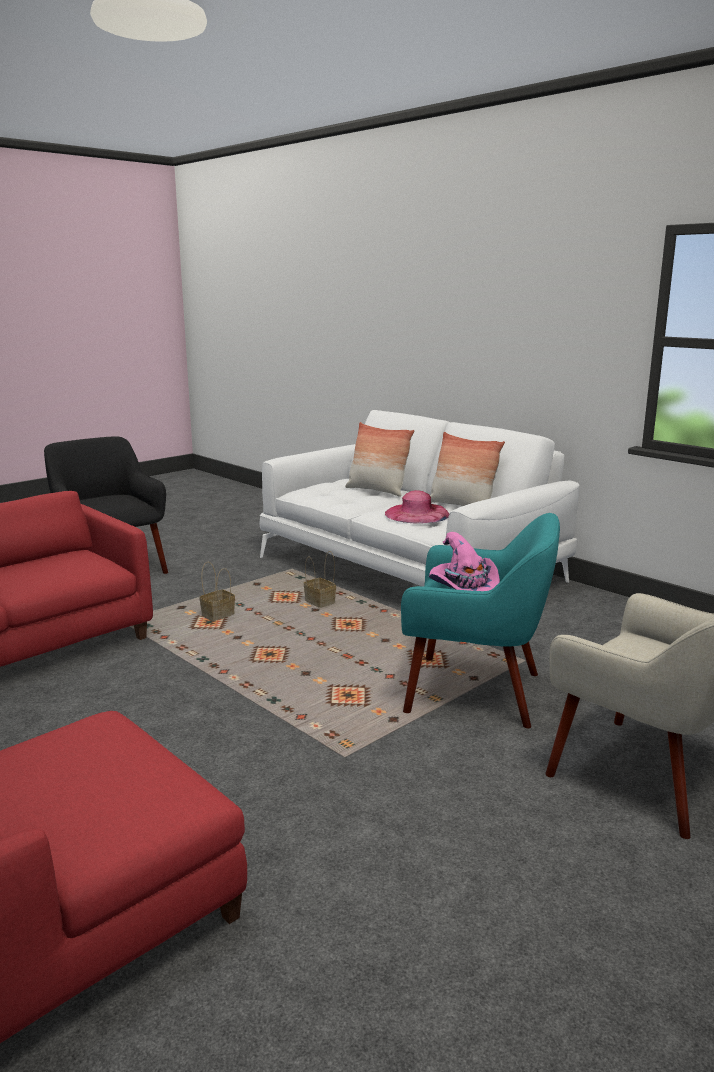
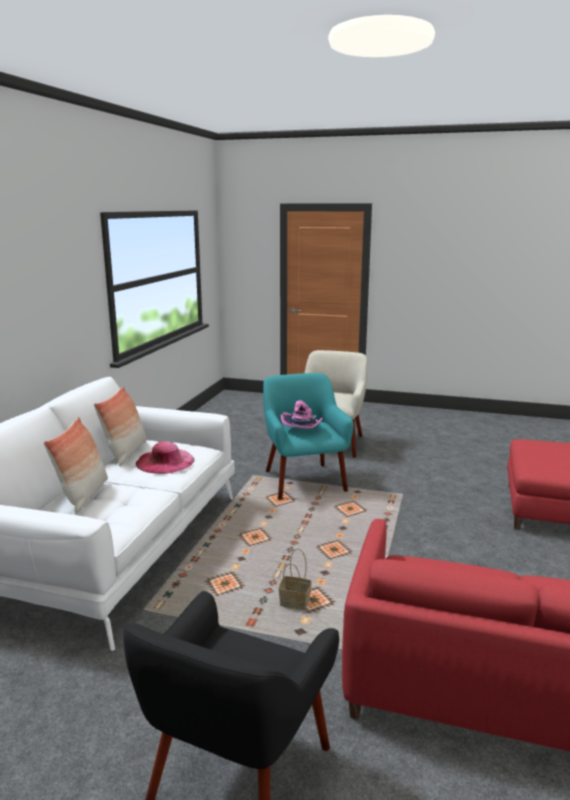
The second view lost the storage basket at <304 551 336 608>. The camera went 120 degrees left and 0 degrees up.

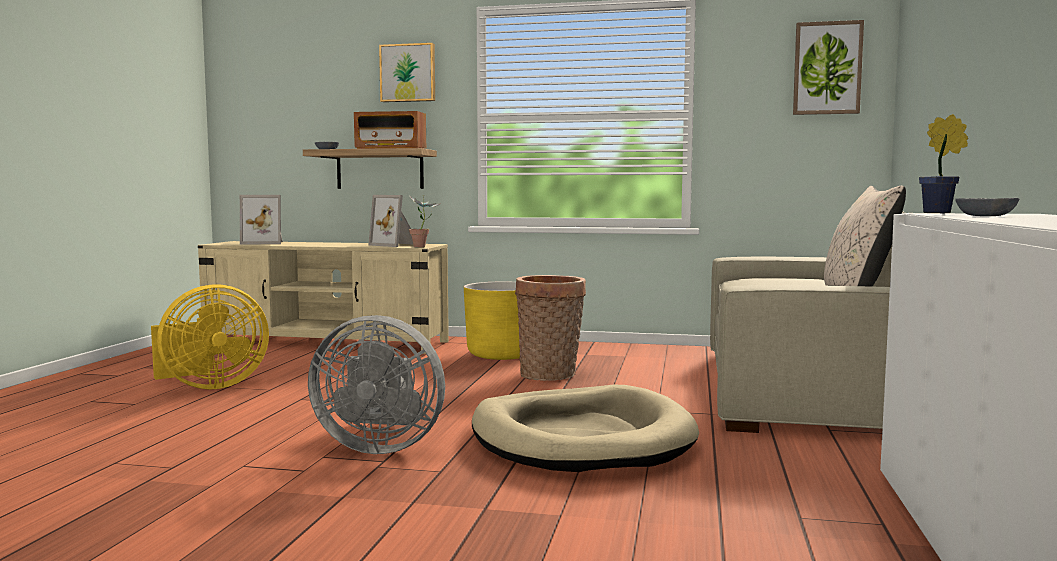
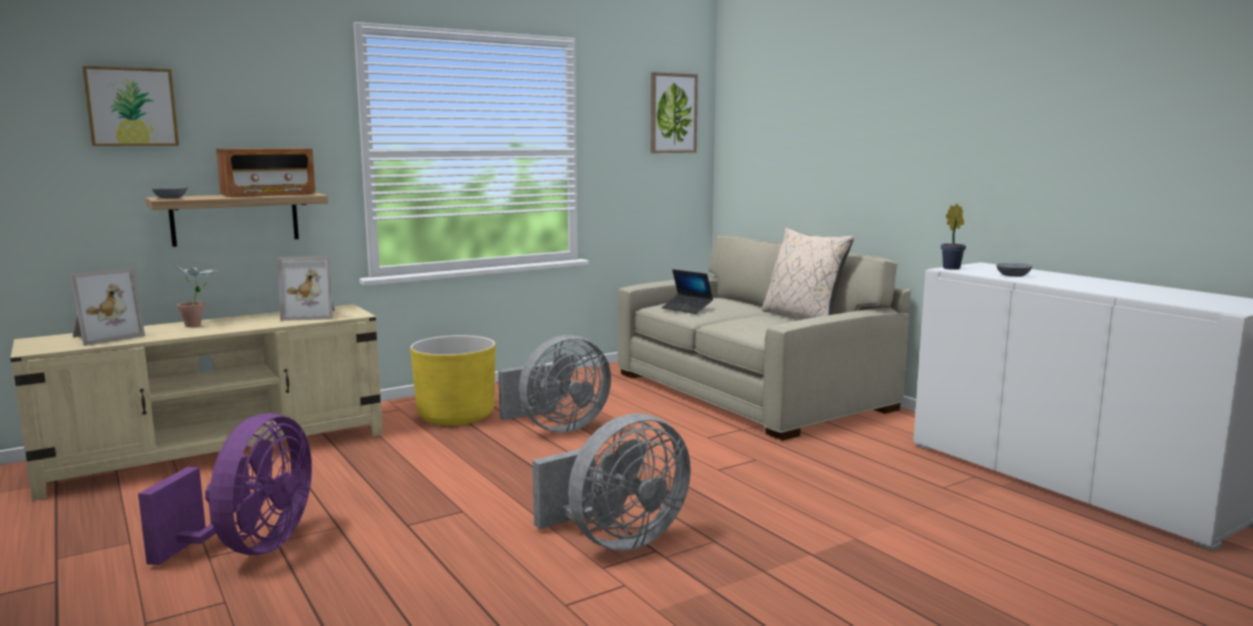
The wall picture ended up elsewhere, having gone from <379 43 435 102> to <82 66 179 146>. What was the cooling fan (yellow) at <151 284 269 390> turned into the cooling fan (purplish) at <138 413 312 565>. The plant in a pot ended up elsewhere, having gone from <409 195 441 247> to <174 261 217 327>. Where the storage basket stood at <515 275 586 381>, the cooling fan (grey) came to stand at <498 335 611 433>. The second view gained the laptop at <662 269 713 314>. The second view lost the dog bed (sand-coloured) at <472 385 699 472>. The camera went 45 degrees left and 5 degrees up.

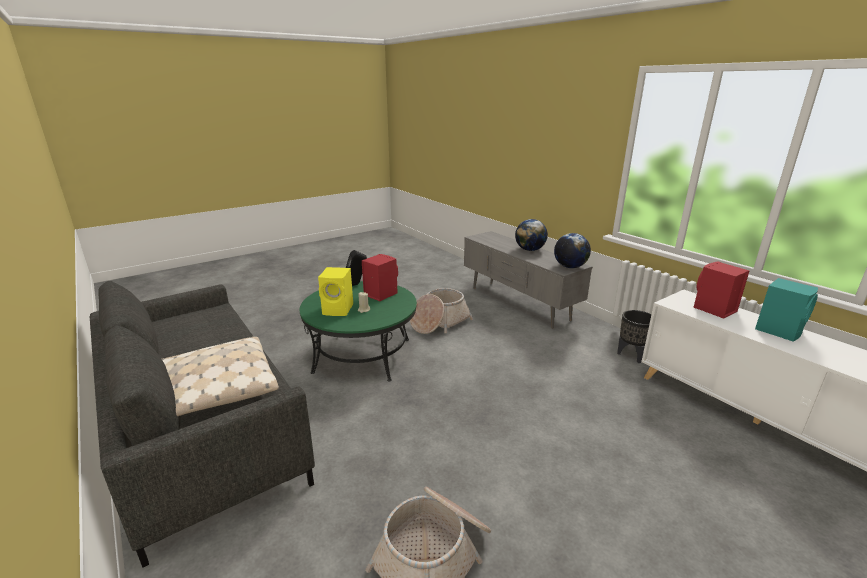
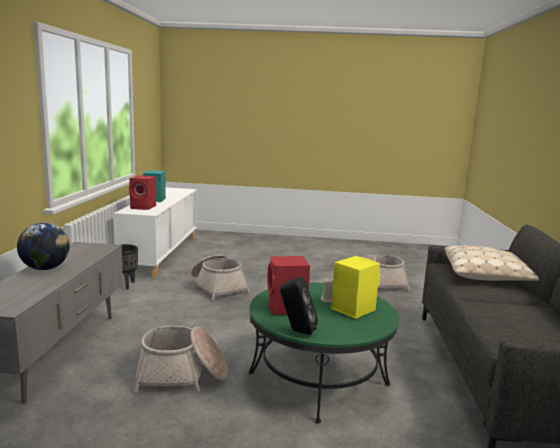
The second view gained the storage basket at <191 255 250 301>. The second view lost the globe at <554 233 591 268>. The camera went 140 degrees left and 10 degrees down.

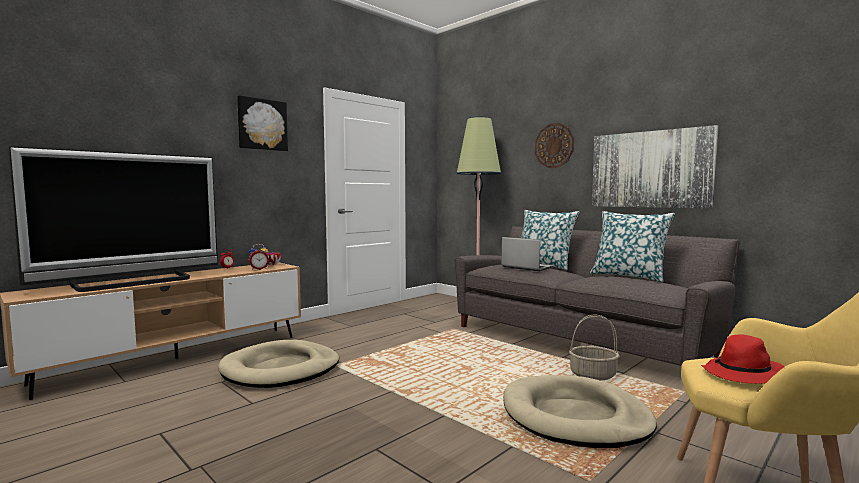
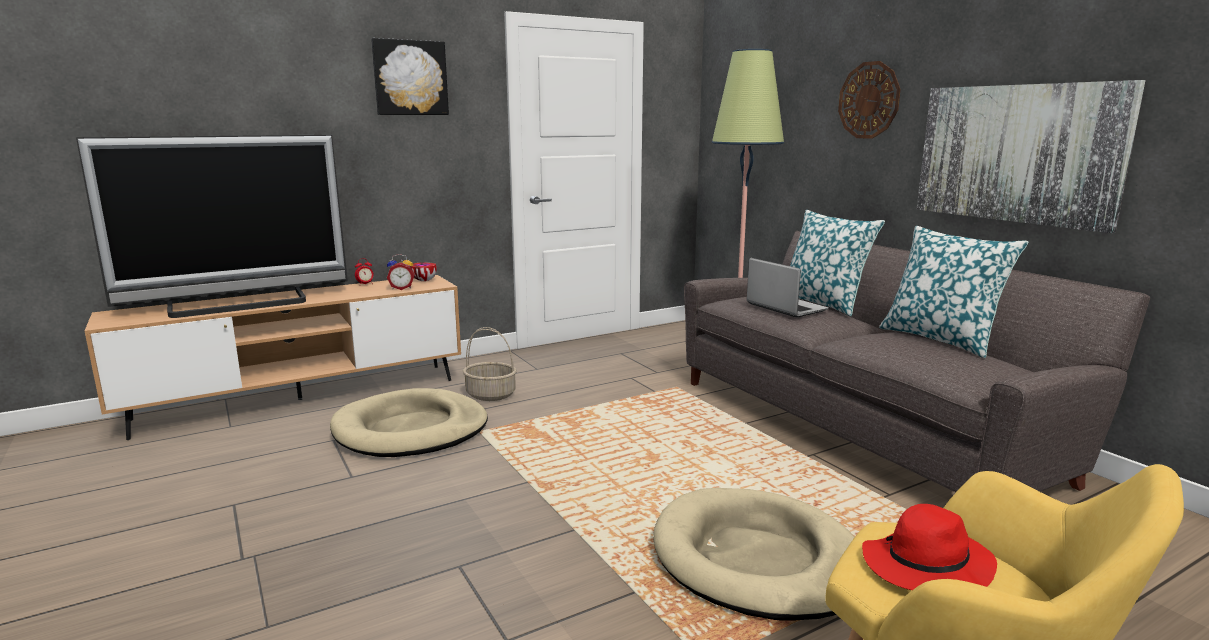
The storage basket ended up elsewhere, having gone from <569 315 619 380> to <463 327 517 401>. The camera went 15 degrees right and 10 degrees up.

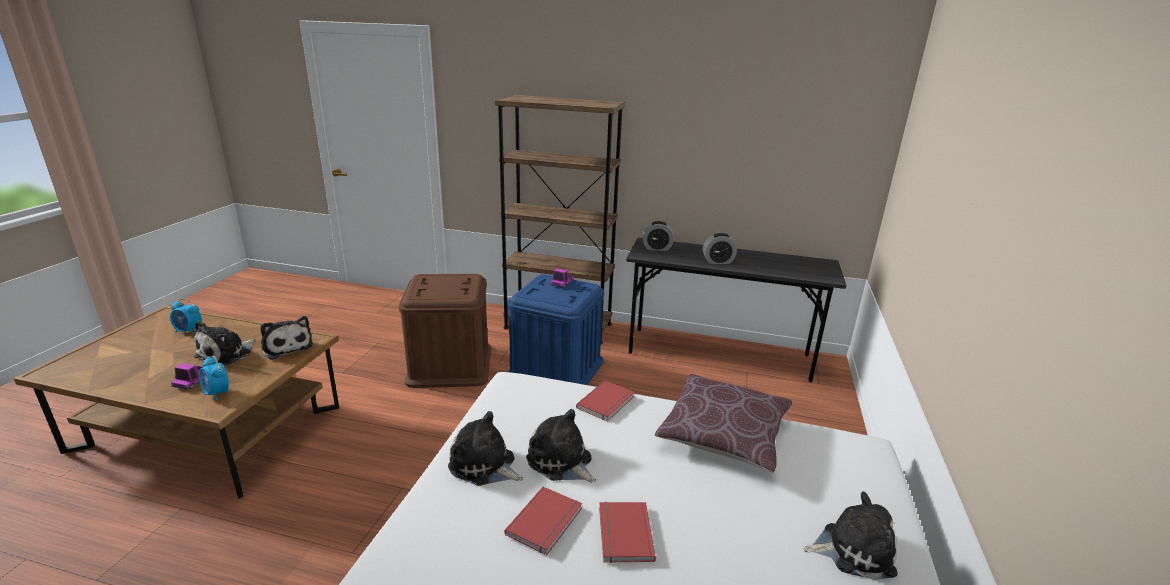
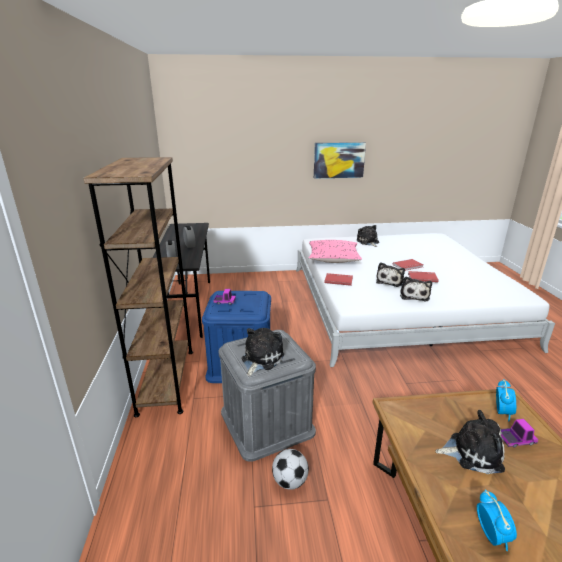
What was the storage container (brown) at <399 274 491 388> turned into the storage container (grey) at <218 330 316 462>. The plush toy ended up elsewhere, having gone from <261 316 313 360> to <241 328 284 376>. The second view gained the football at <272 449 309 490>. What was the throw pillow (brown) at <655 374 792 472> turned into the throw pillow (pinkish) at <309 240 362 263>. The second view gained the wall picture at <314 142 366 179>. The camera went 110 degrees left and 0 degrees up.

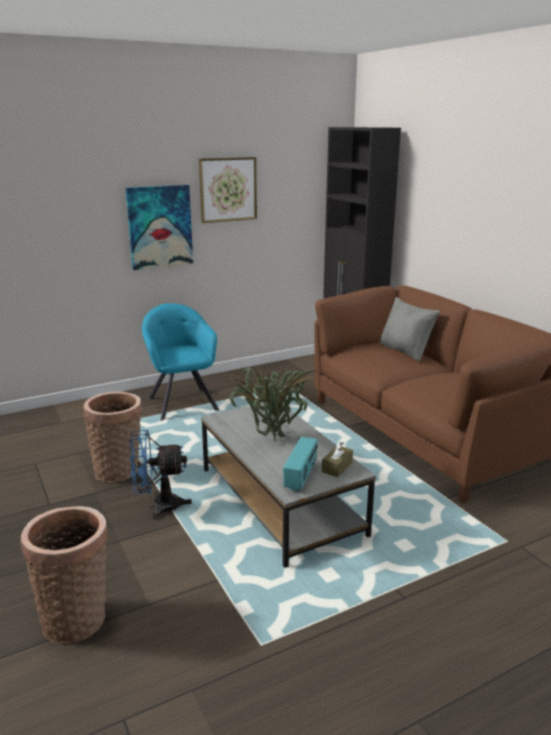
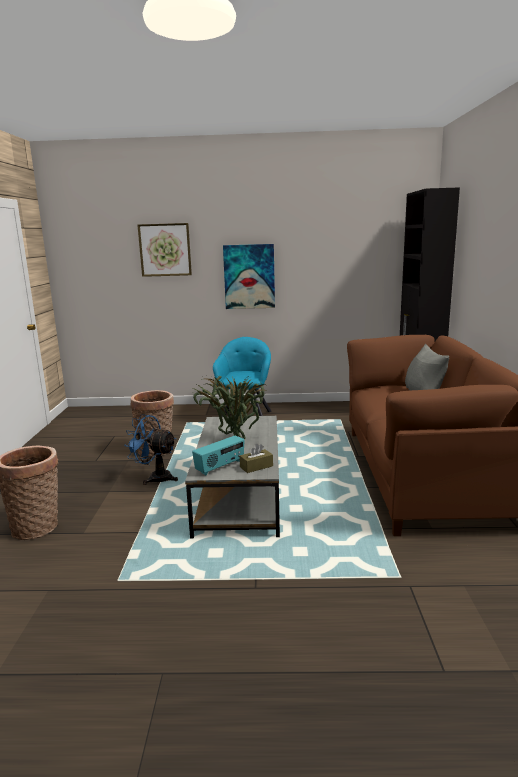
The wall picture ended up elsewhere, having gone from <199 157 257 223> to <137 223 192 277>. The camera went 30 degrees right and 5 degrees down.

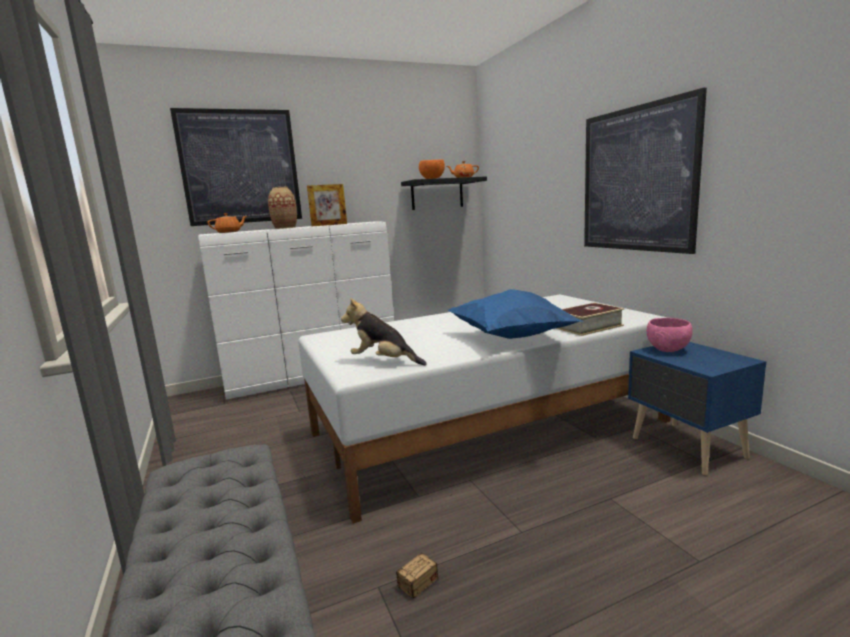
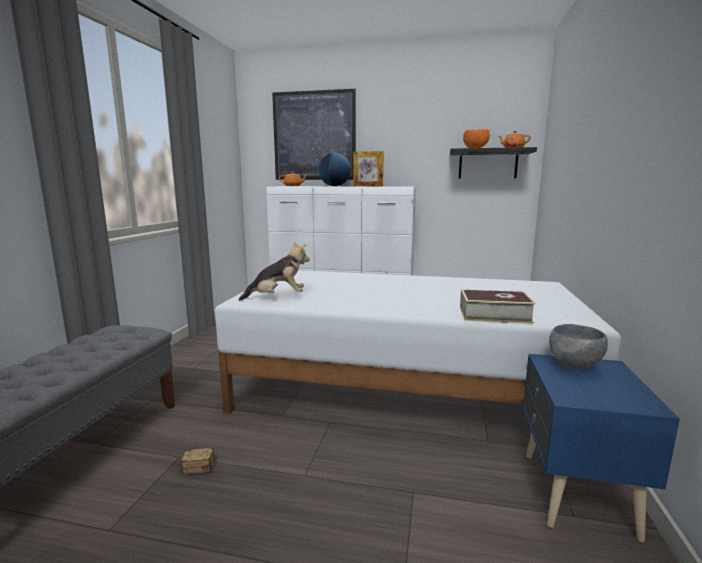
The plush toy at <341 298 427 365> ended up facing another way, 105 degrees clockwise from before. Where the decorative vase stood at <268 187 297 229>, the globe came to stand at <318 153 351 186>. What was the serving bowl (pinkish) at <647 318 693 352> turned into the serving bowl (grey) at <549 324 608 369>. The second view lost the throw pillow (blue-coloured) at <448 289 582 339>. The second view lost the wall picture at <584 88 707 254>. The camera went 35 degrees right and 0 degrees up.

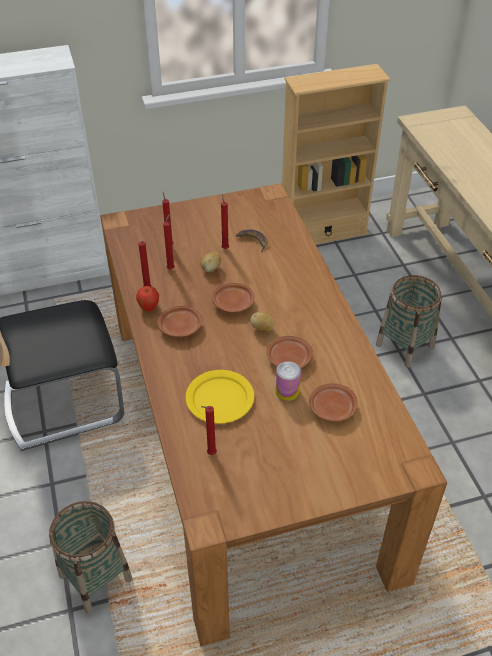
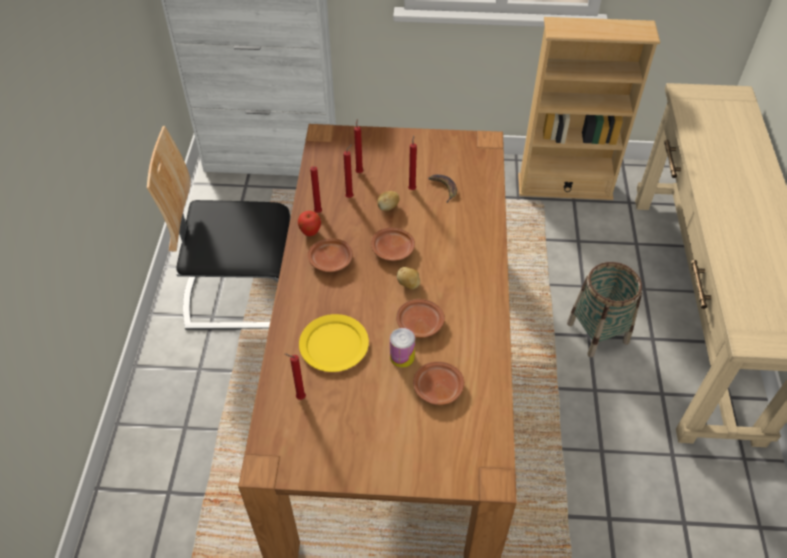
The second view lost the storage basket at <49 501 133 613>. The camera went 20 degrees right and 5 degrees up.

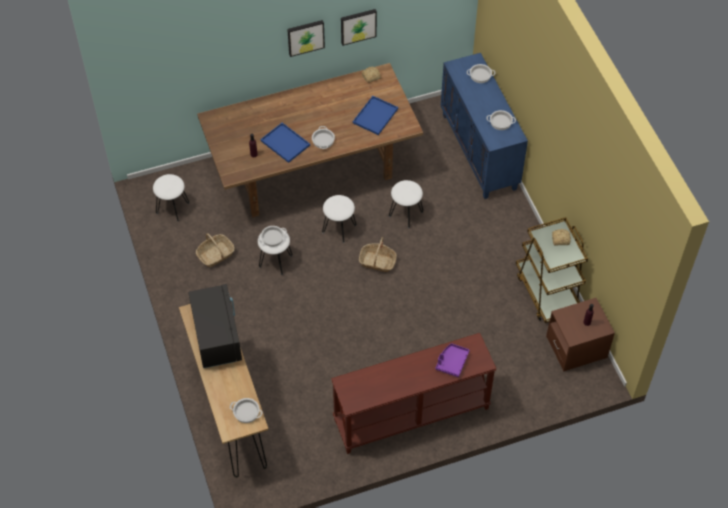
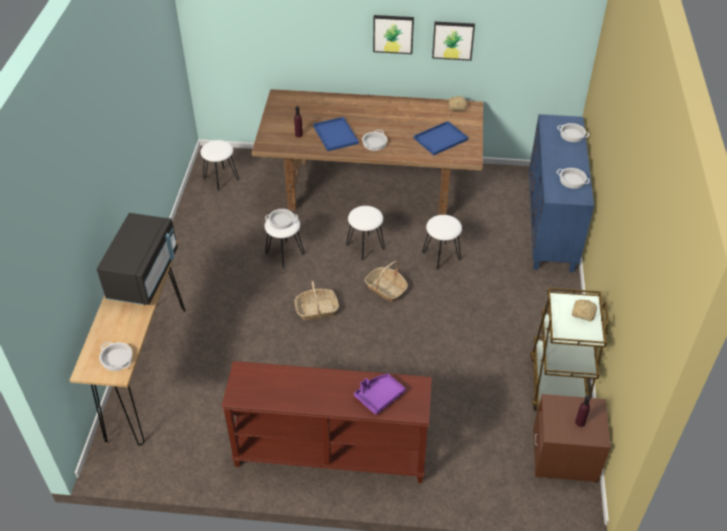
The storage basket ended up elsewhere, having gone from <196 233 235 267> to <294 281 339 320>. The camera went 25 degrees right and 10 degrees down.

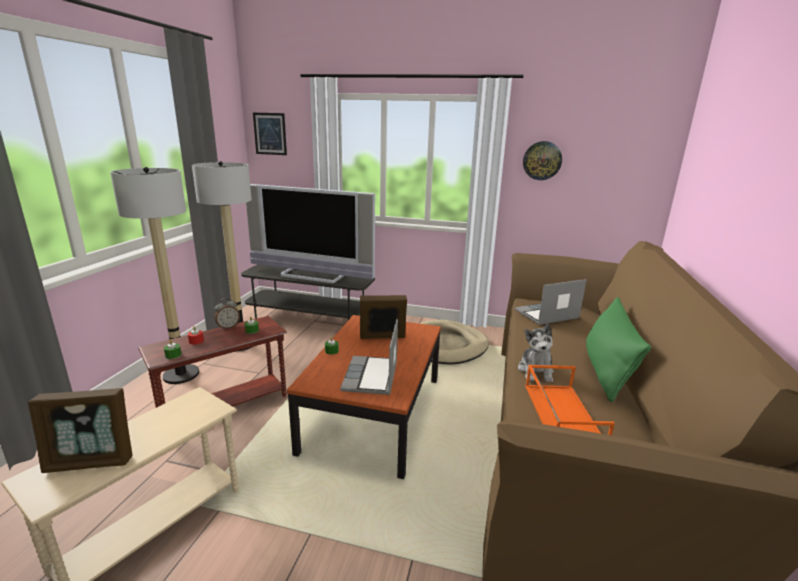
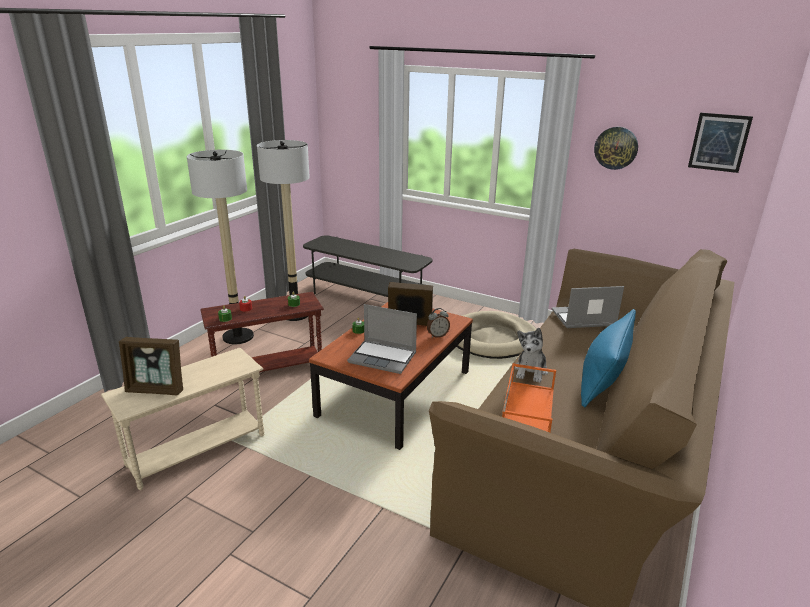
The laptop at <340 319 398 395> ended up facing another way, 90 degrees counterclockwise from before. The table clock ended up elsewhere, having gone from <214 298 240 330> to <427 308 450 338>. What was the throw pillow (green-coloured) at <586 297 651 402> turned into the throw pillow (blue-coloured) at <581 309 636 407>. The wall picture ended up elsewhere, having gone from <253 112 287 155> to <688 113 753 173>. The second view lost the TV at <246 184 375 283>. The camera went 15 degrees right and 5 degrees up.

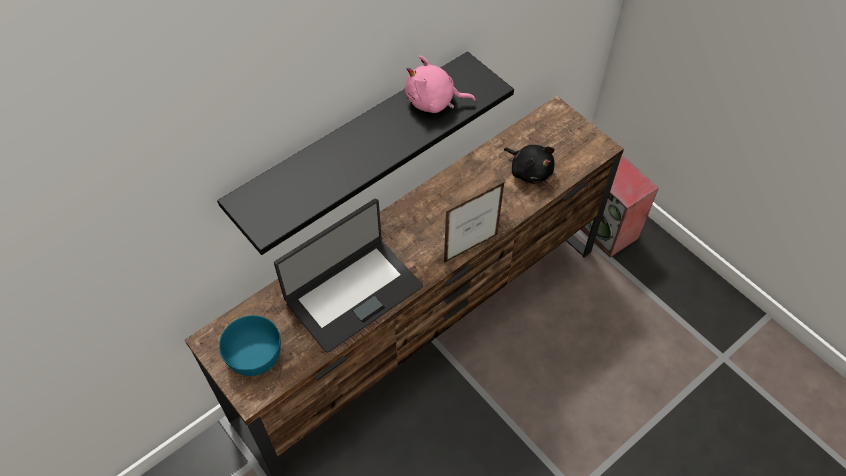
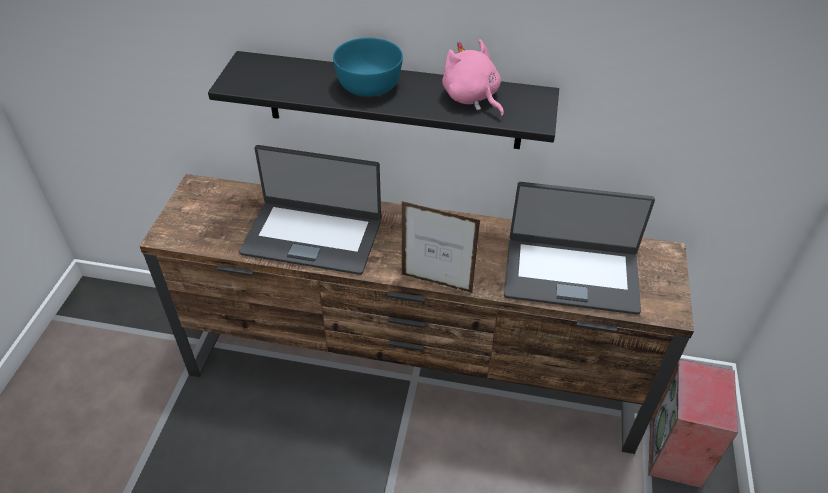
The serving bowl (turquoise) ended up elsewhere, having gone from <219 315 281 376> to <333 38 403 97>. Where the plush toy (blackish) stood at <504 145 554 184>, the laptop came to stand at <504 182 655 315>. The camera went 50 degrees right and 10 degrees down.

